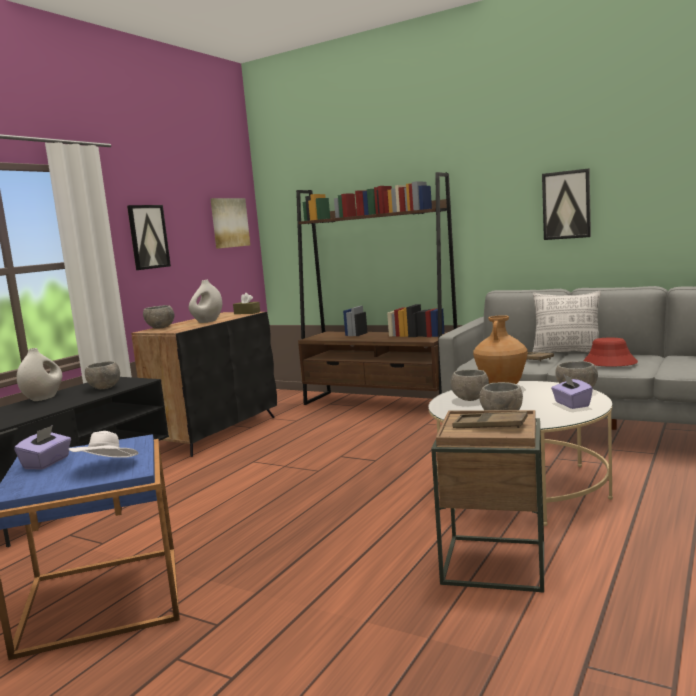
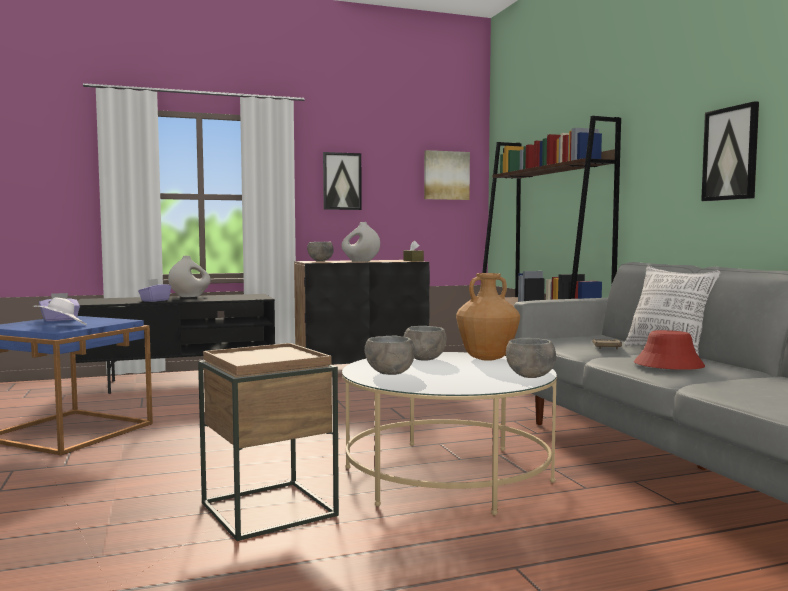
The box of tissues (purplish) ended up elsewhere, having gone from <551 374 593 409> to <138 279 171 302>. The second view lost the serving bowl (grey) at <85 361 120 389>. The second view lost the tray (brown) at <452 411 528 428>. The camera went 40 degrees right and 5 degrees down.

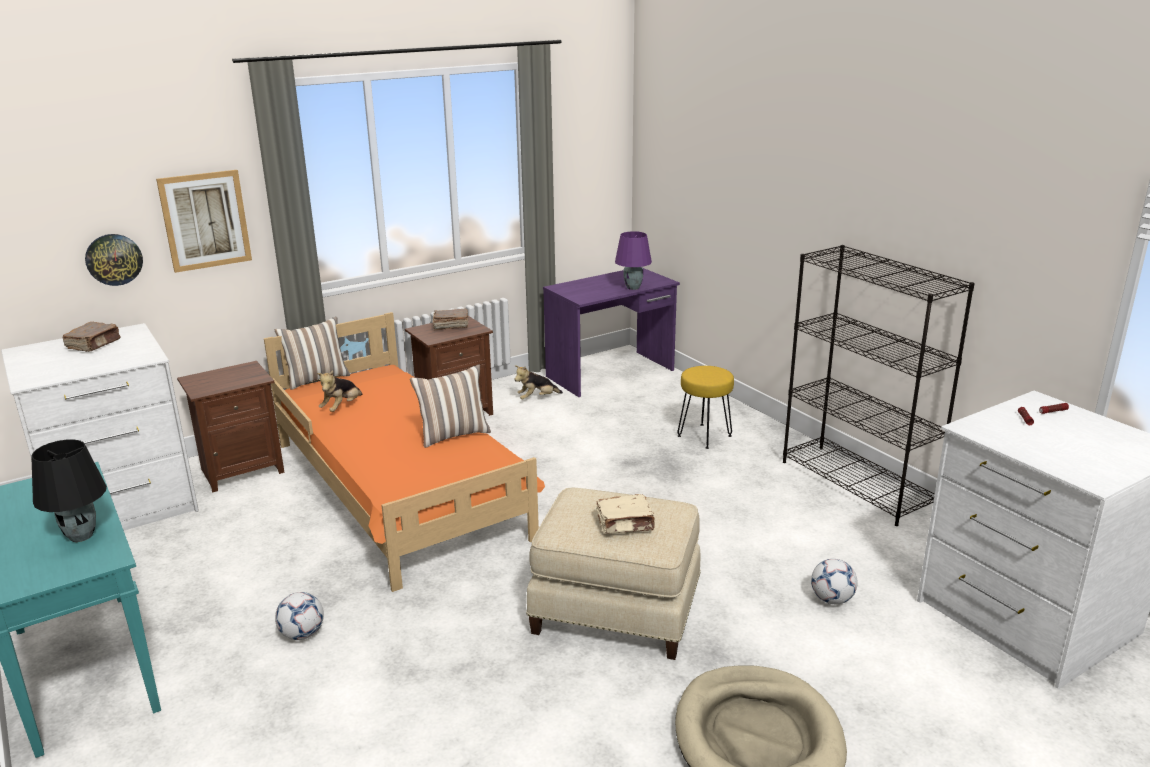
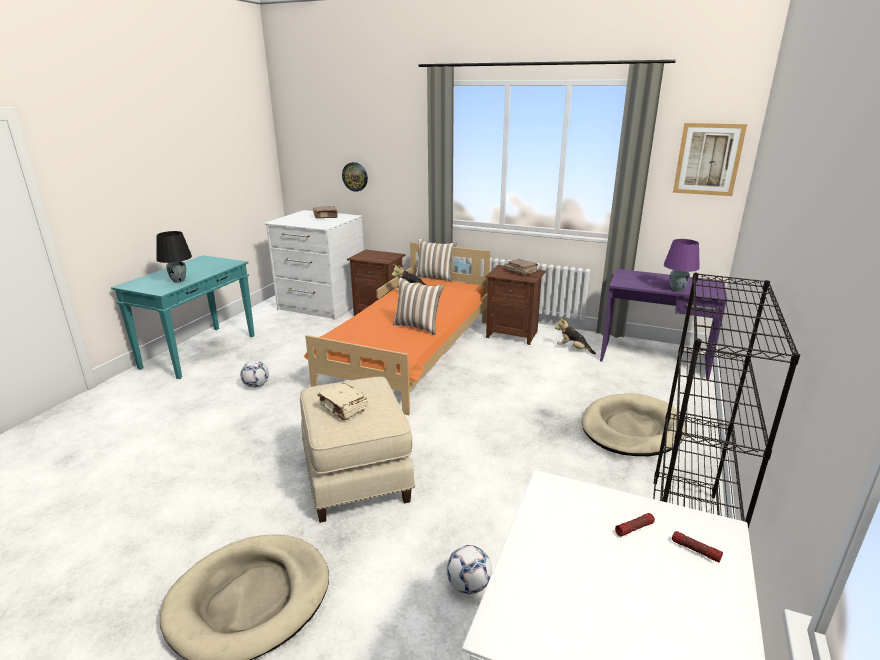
Where the sitting stool (yellow) stood at <677 366 734 449>, the dog bed (sand-coloured) came to stand at <582 393 685 456>. The wall picture ended up elsewhere, having gone from <156 170 252 273> to <673 123 747 196>. The camera went 55 degrees right and 0 degrees up.

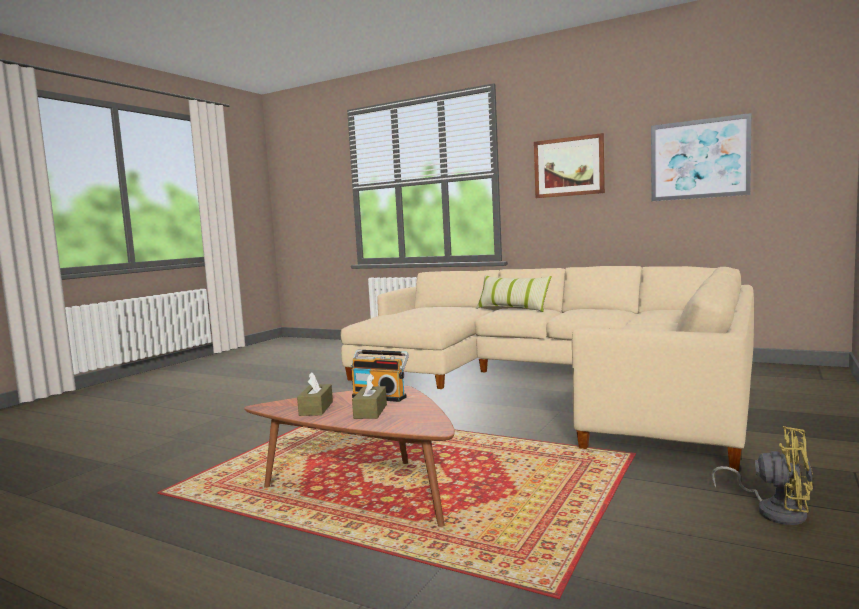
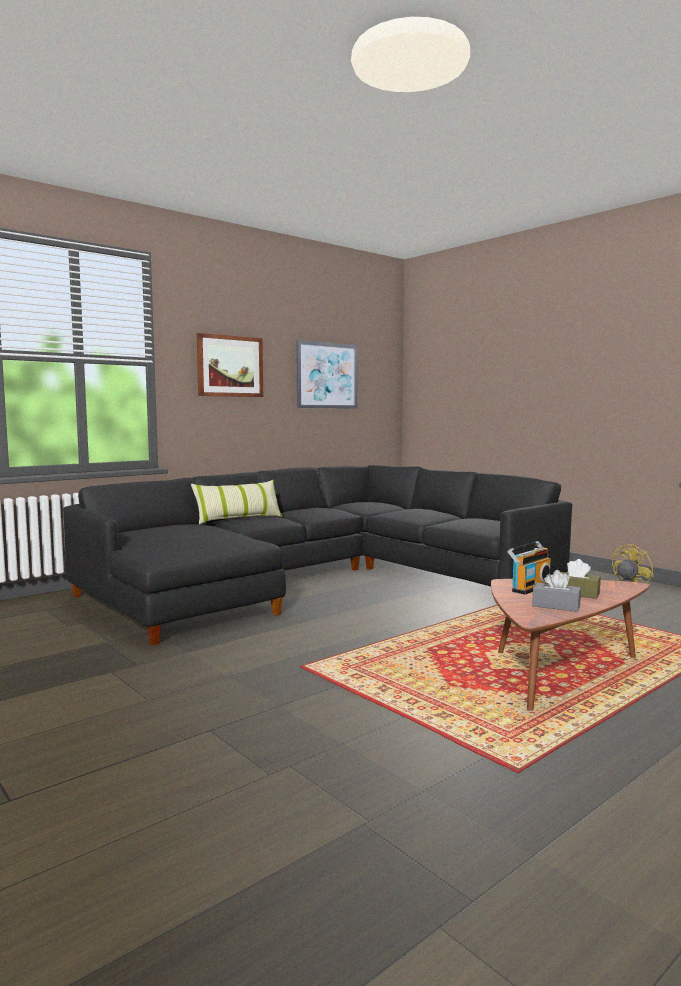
What was the settee (sand-coloured) at <340 266 754 471> turned into the settee (blackish) at <64 465 573 646>. What was the box of tissues (brown) at <297 372 333 416> turned into the box of tissues (grey) at <532 570 581 612>. The camera went 70 degrees left and 0 degrees up.

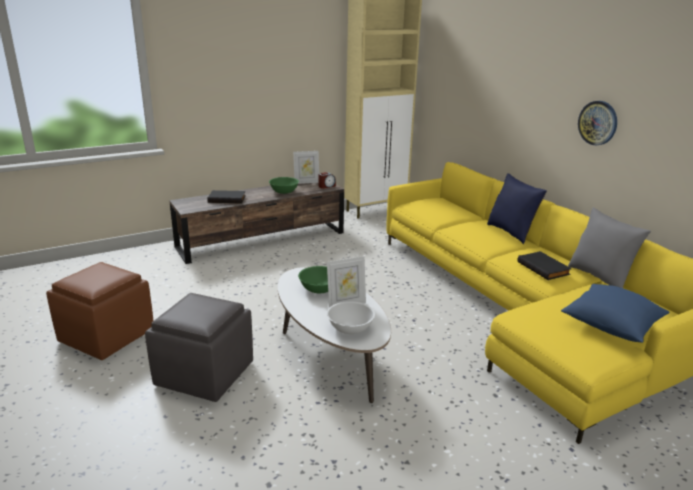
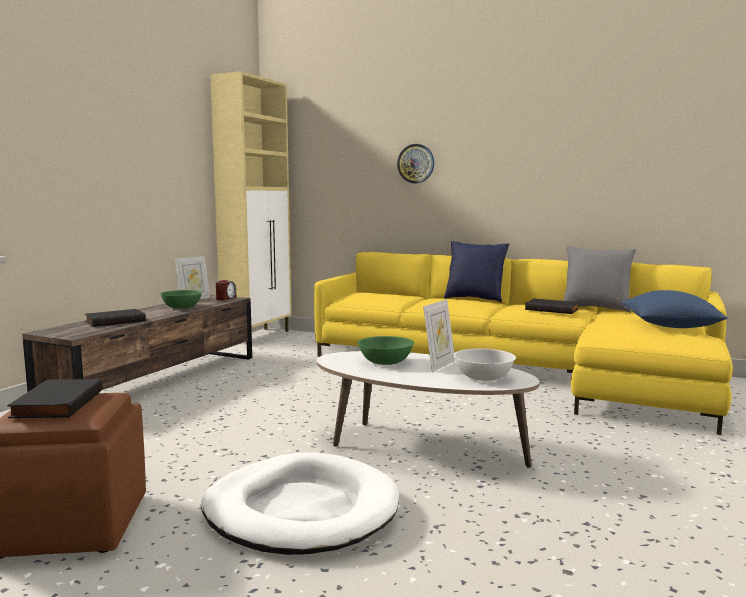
The second view gained the bound book (blackish) at <7 378 102 418>. Where the ottoman (grey) stood at <145 293 253 402>, the dog bed (whitish) came to stand at <201 452 399 555>. The hanging clock ended up elsewhere, having gone from <578 101 617 145> to <397 144 434 183>. The camera went 35 degrees left and 15 degrees down.

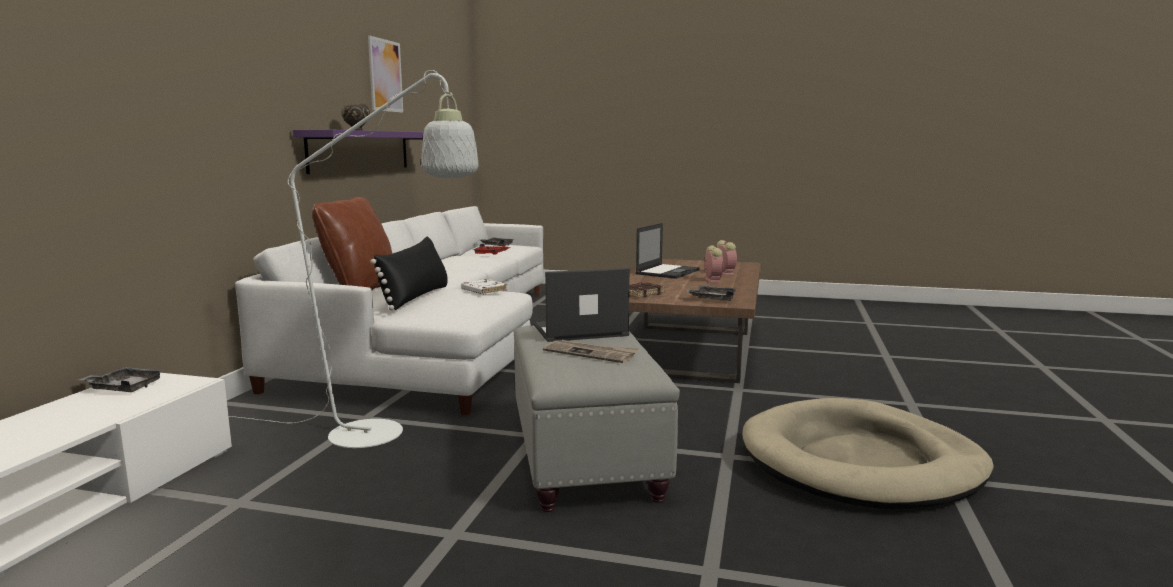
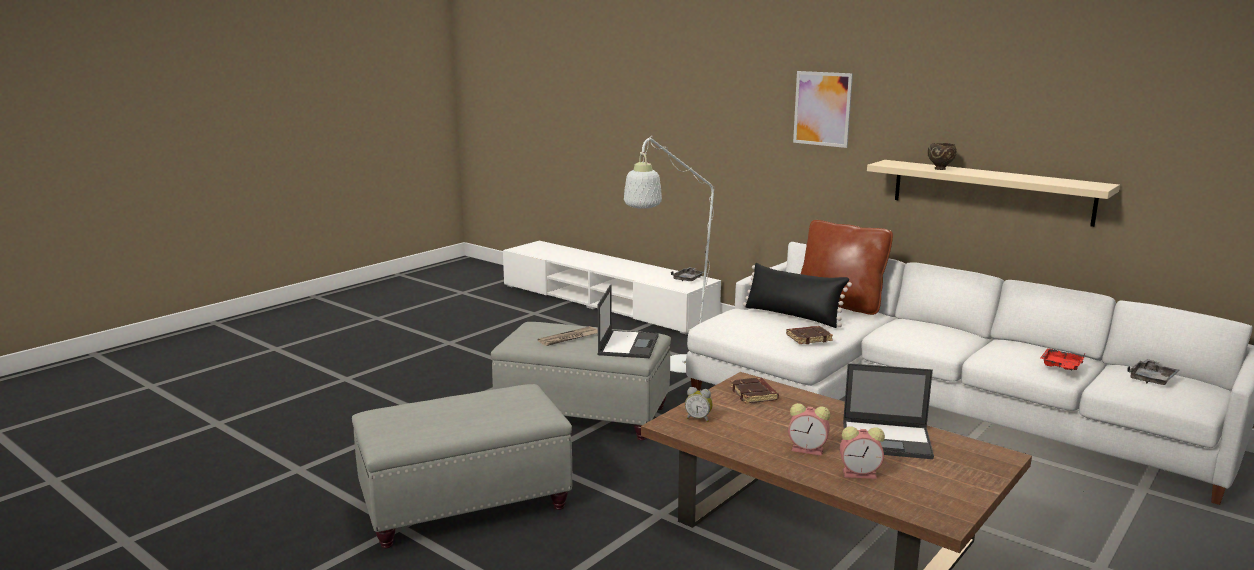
Where the dog bed (sand-coloured) stood at <742 398 994 510>, the ottoman (grey) came to stand at <352 384 572 548>. Where the tray (grey) stood at <686 286 736 301>, the table clock came to stand at <685 387 713 422>. What was the bound book (whitish) at <461 279 507 294> turned into the bound book (brown) at <786 326 833 344>. The wall picture ended up elsewhere, having gone from <368 35 403 113> to <793 71 853 148>. The laptop at <636 223 700 279> ended up facing another way, 45 degrees counterclockwise from before. What was the wall shelf (purplish) at <293 130 424 174> turned into the wall shelf (sand-coloured) at <867 160 1120 227>. The camera went 115 degrees right and 5 degrees up.

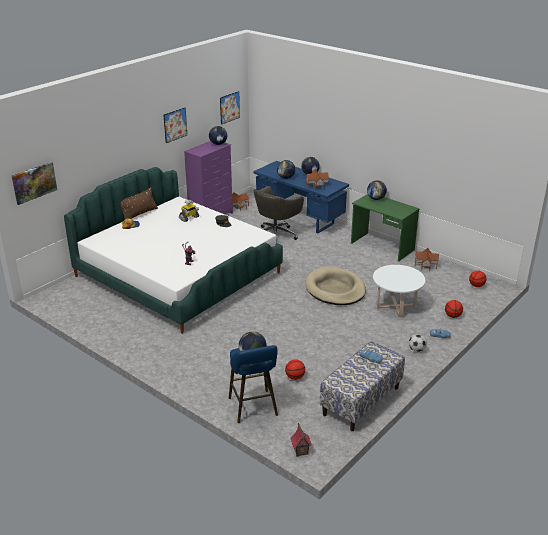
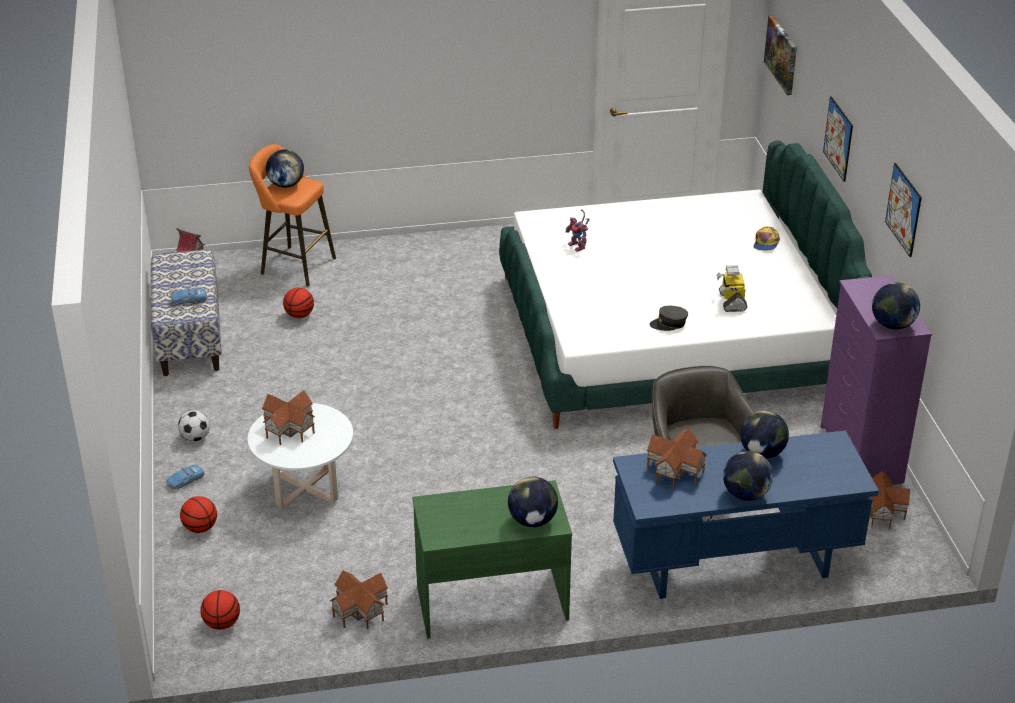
What was the sitting stool (blue-coloured) at <229 345 278 423> turned into the sitting stool (orange-coloured) at <249 144 336 286>. The second view gained the model house at <262 390 315 445>. The wall picture ended up elsewhere, having gone from <220 91 240 125> to <823 96 853 182>. The second view lost the throw pillow (brown) at <120 187 158 219>. The second view lost the dog bed (sand-coloured) at <305 266 366 305>. The camera went 130 degrees right and 5 degrees up.

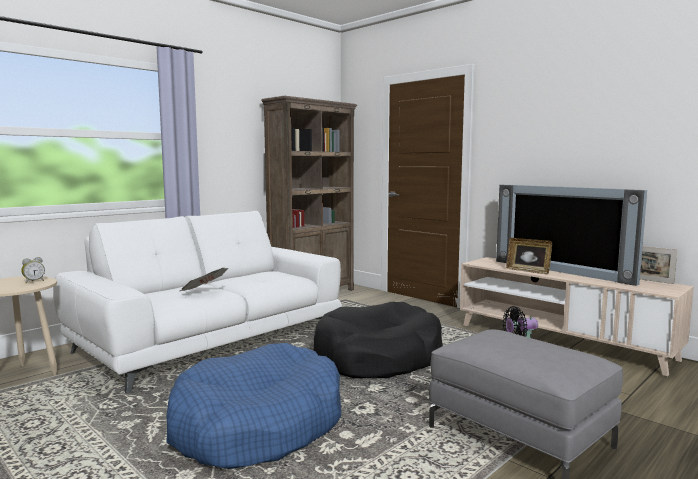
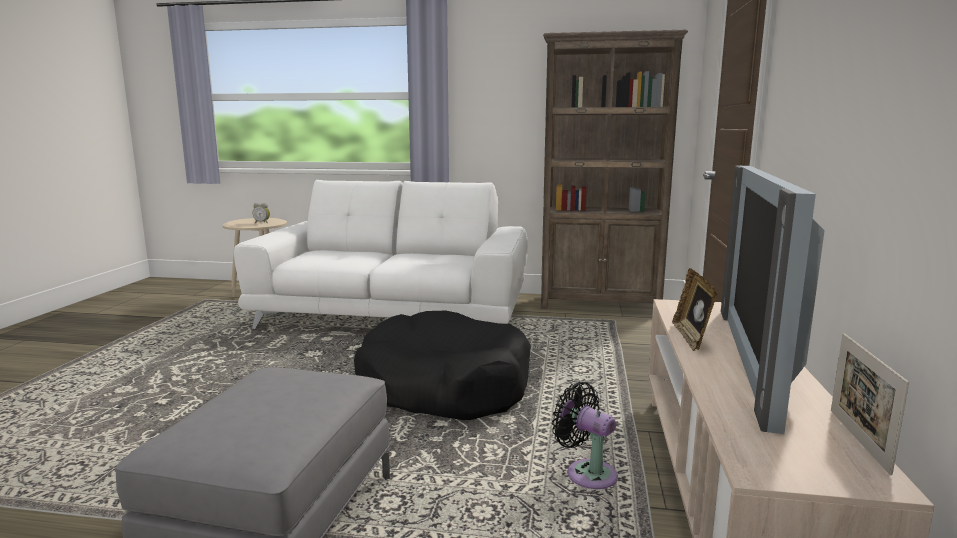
The second view lost the dog bed (blue-coloured) at <166 343 341 469>. The second view lost the newspaper at <180 268 228 291>. The camera went 55 degrees right and 5 degrees up.

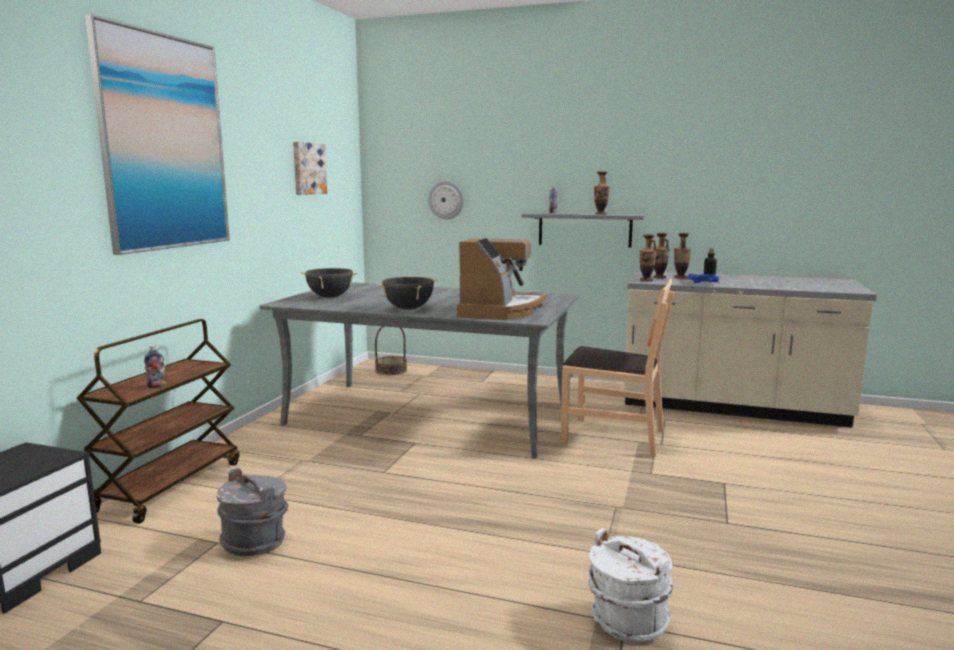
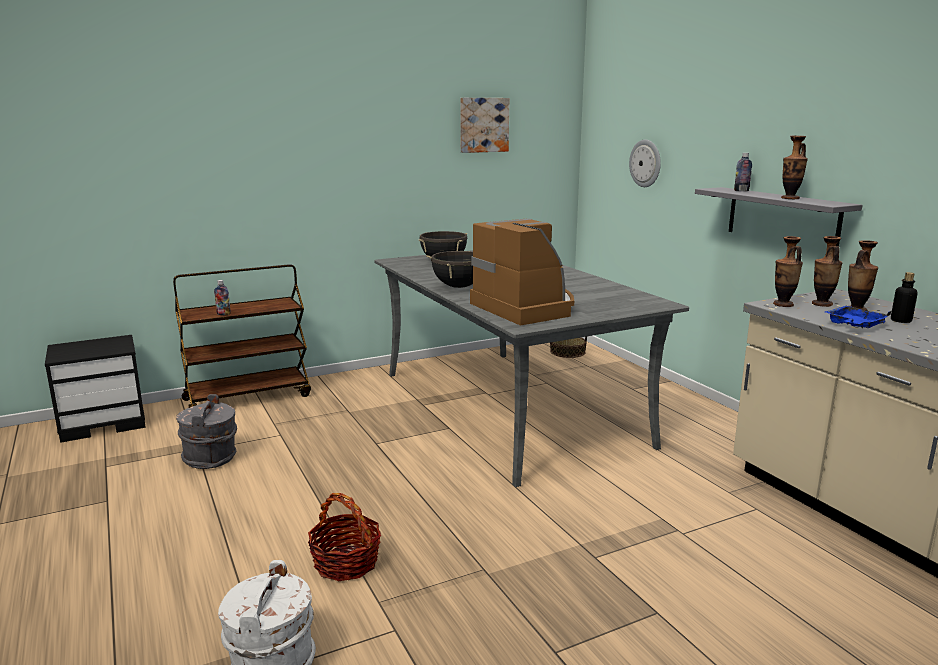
The second view gained the storage basket at <308 493 381 581>. The coffee machine at <457 238 546 320> ended up facing another way, 90 degrees counterclockwise from before. The second view lost the wall picture at <85 14 230 255>. The second view lost the upright chair (brown) at <560 279 674 457>. The camera went 45 degrees right and 5 degrees up.

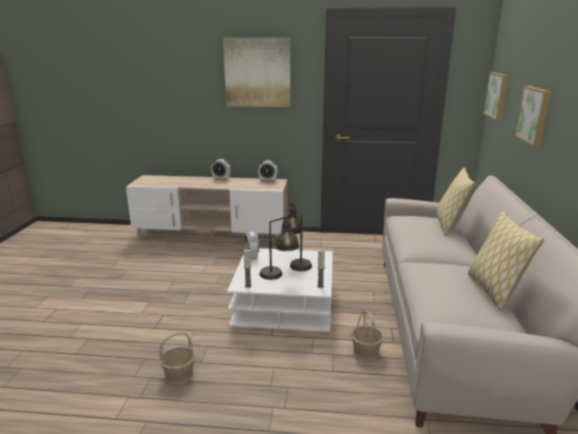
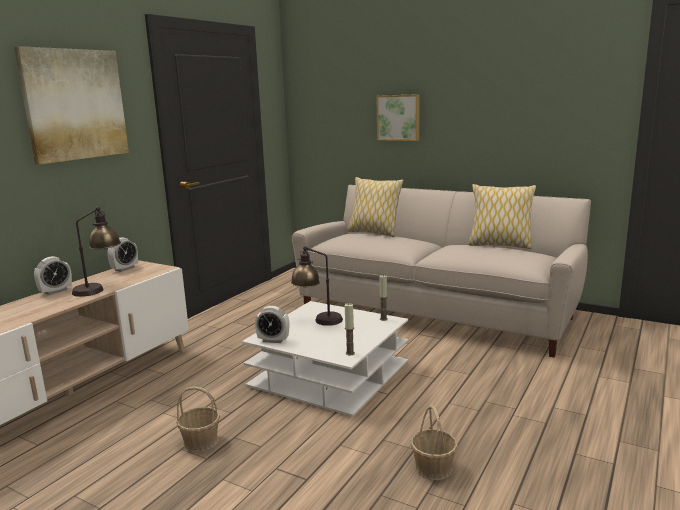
The tabletop lamp ended up elsewhere, having gone from <259 215 299 280> to <72 206 121 297>. The storage basket ended up elsewhere, having gone from <351 310 384 361> to <176 386 220 452>. The second view lost the wall picture at <483 73 508 120>. The camera went 65 degrees left and 5 degrees down.

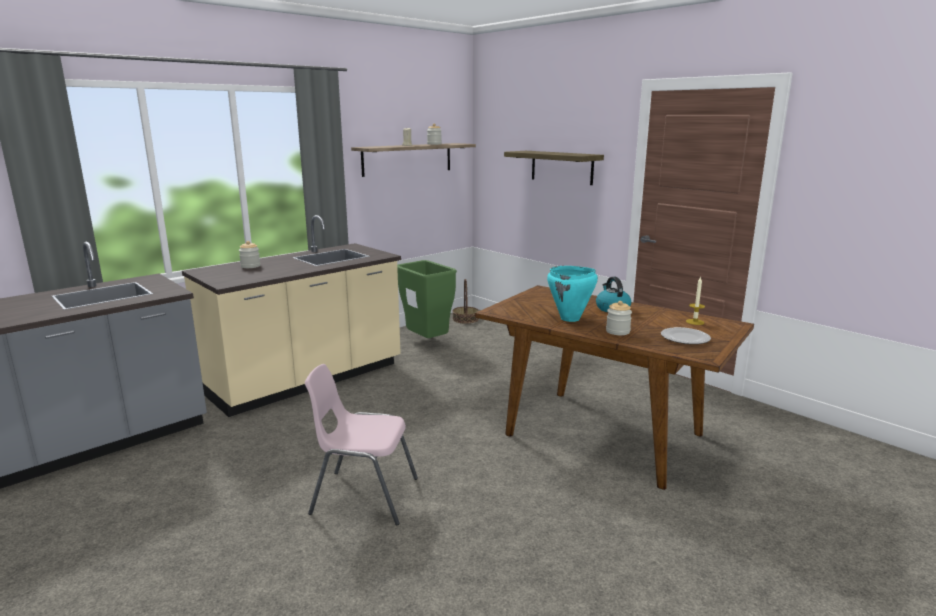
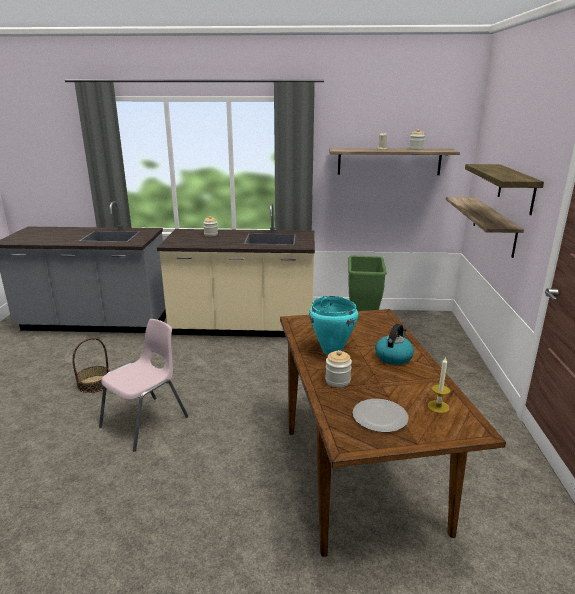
The storage basket ended up elsewhere, having gone from <452 279 479 324> to <72 338 110 393>. The upright chair (pinkish) at <305 364 418 526> ended up facing another way, 75 degrees clockwise from before. The second view gained the wall shelf at <446 197 524 258>. The camera went 45 degrees right and 5 degrees up.

